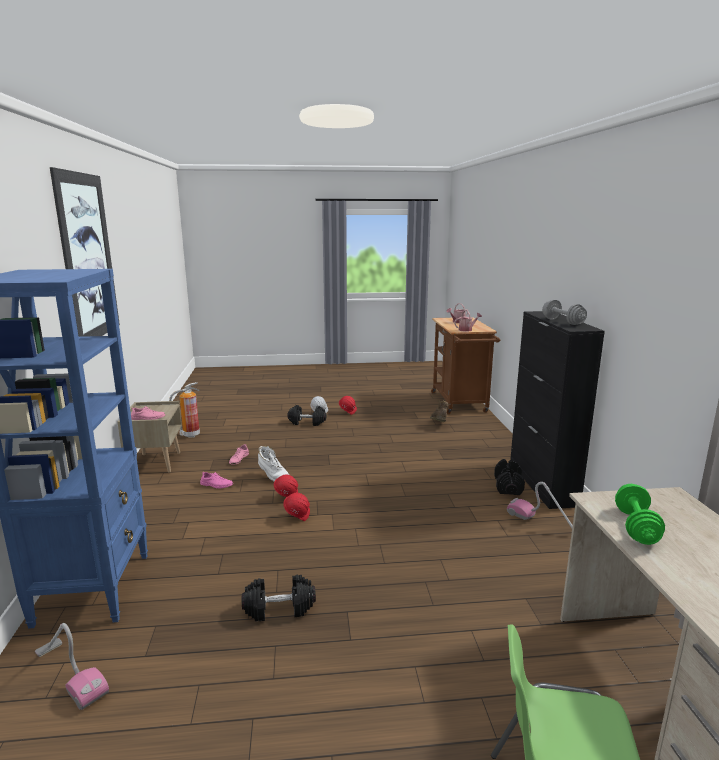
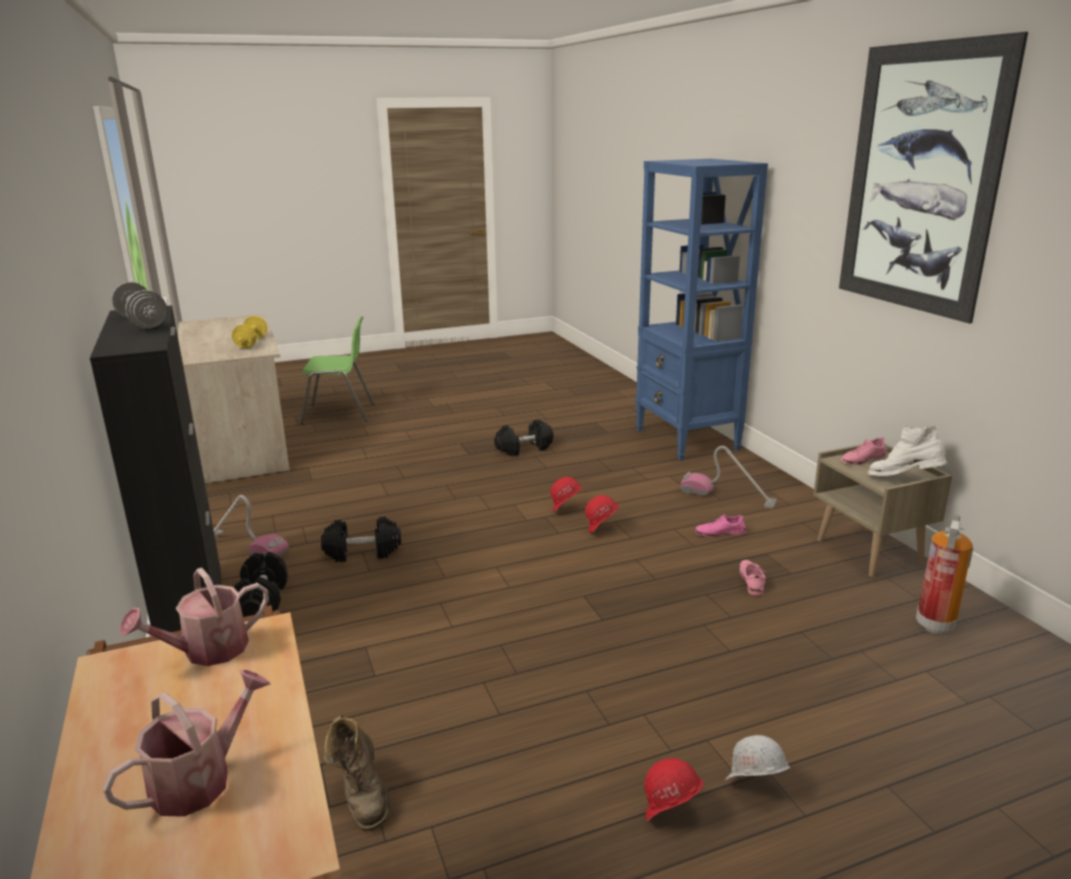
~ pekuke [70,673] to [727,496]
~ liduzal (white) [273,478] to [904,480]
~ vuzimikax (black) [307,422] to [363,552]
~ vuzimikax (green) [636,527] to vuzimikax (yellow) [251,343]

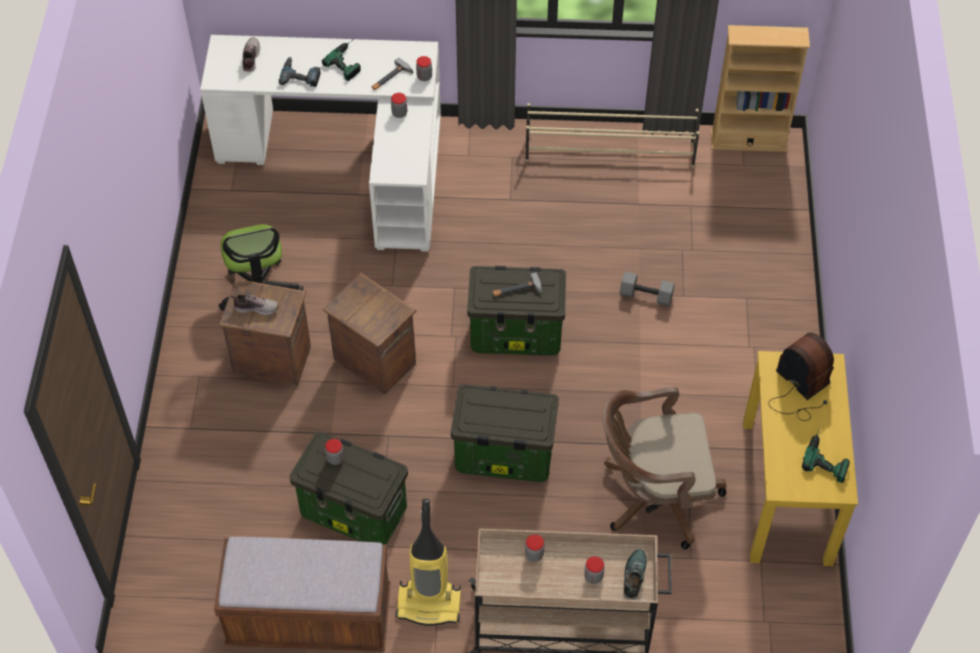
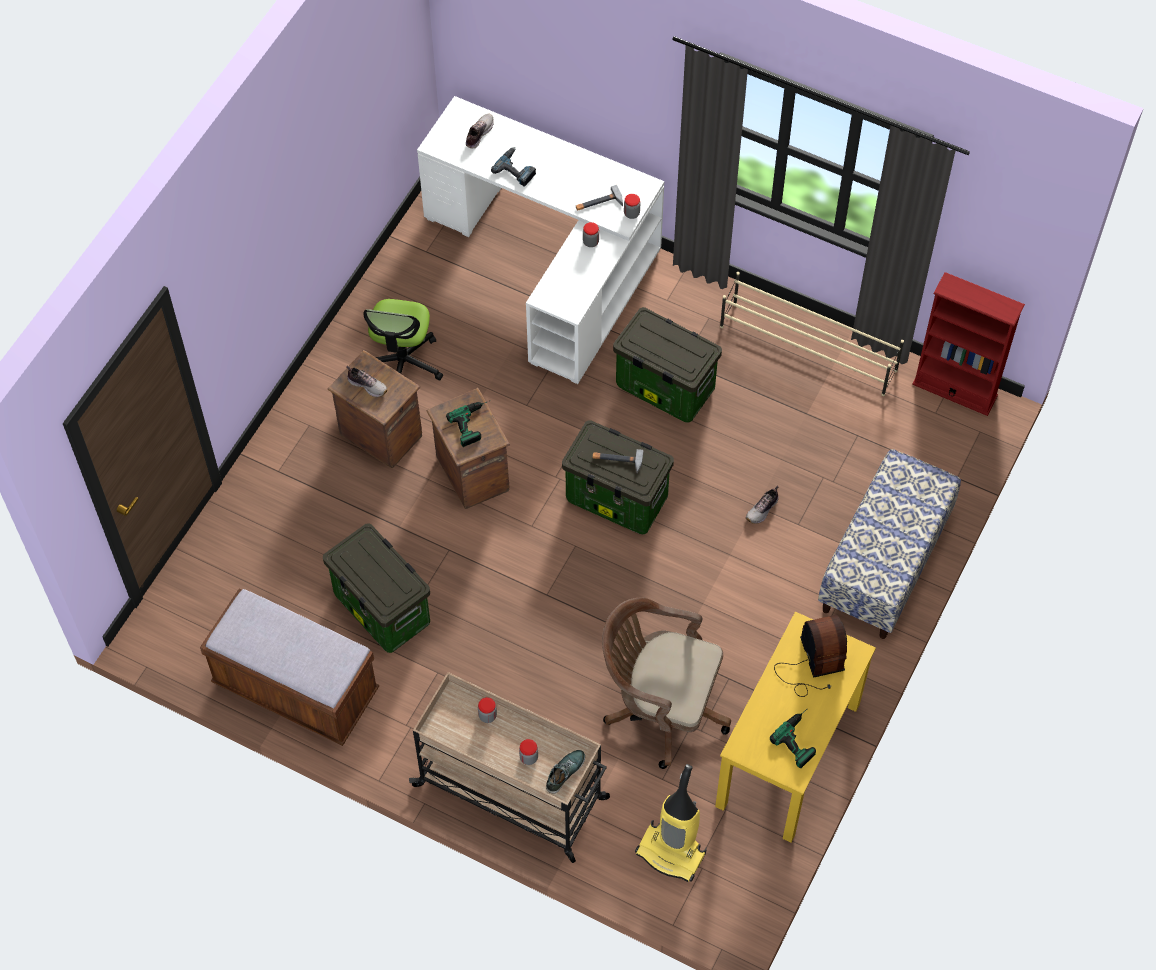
~ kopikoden [348,61] to [475,423]
- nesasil [335,458]
~ pekuke [430,603] to [672,852]
~ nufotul [502,456] to [663,388]
~ vuzimikax (grey) [646,295] to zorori [763,509]
~ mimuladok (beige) [748,141] to mimuladok (red) [955,389]
+ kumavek [884,564]

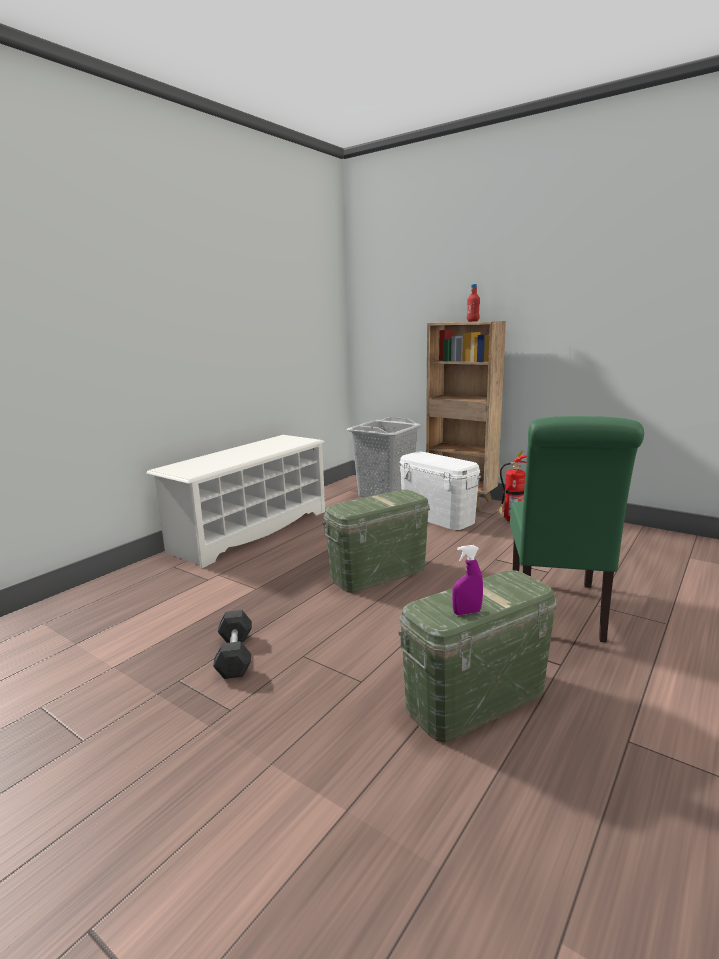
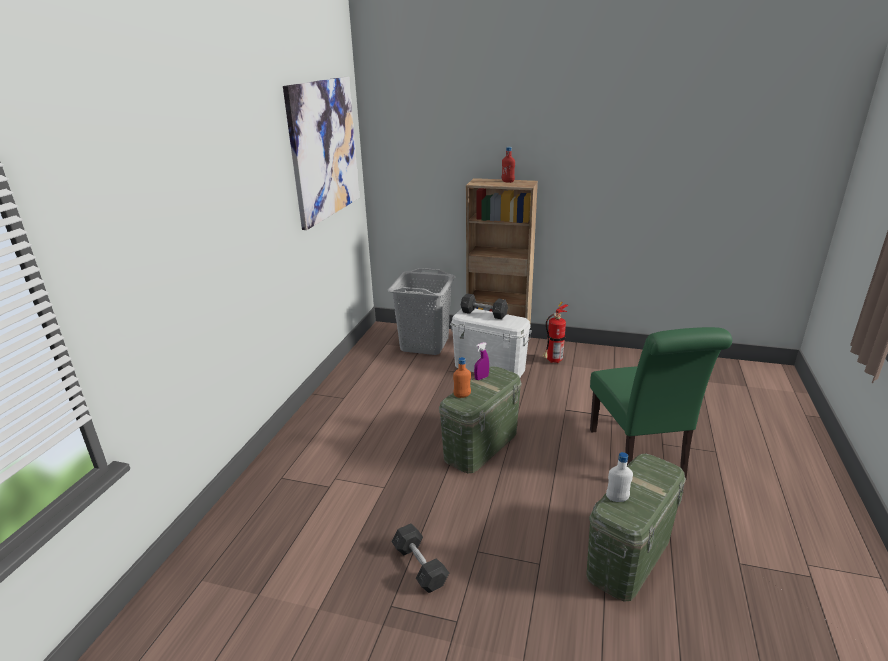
- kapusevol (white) [251,530]
~ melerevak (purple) [467,612] to [481,378]
+ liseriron [324,149]
+ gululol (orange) [462,396]
+ vuzimikax (grey) [484,314]
+ gululol (white) [617,499]

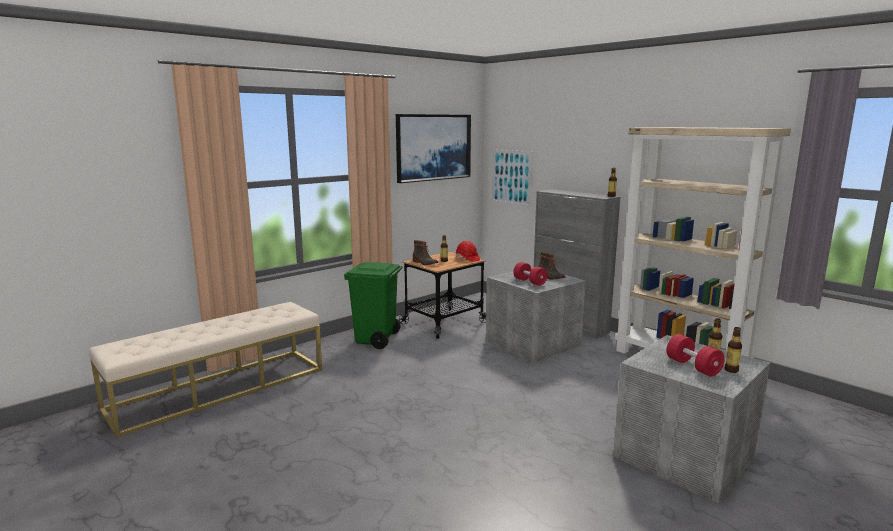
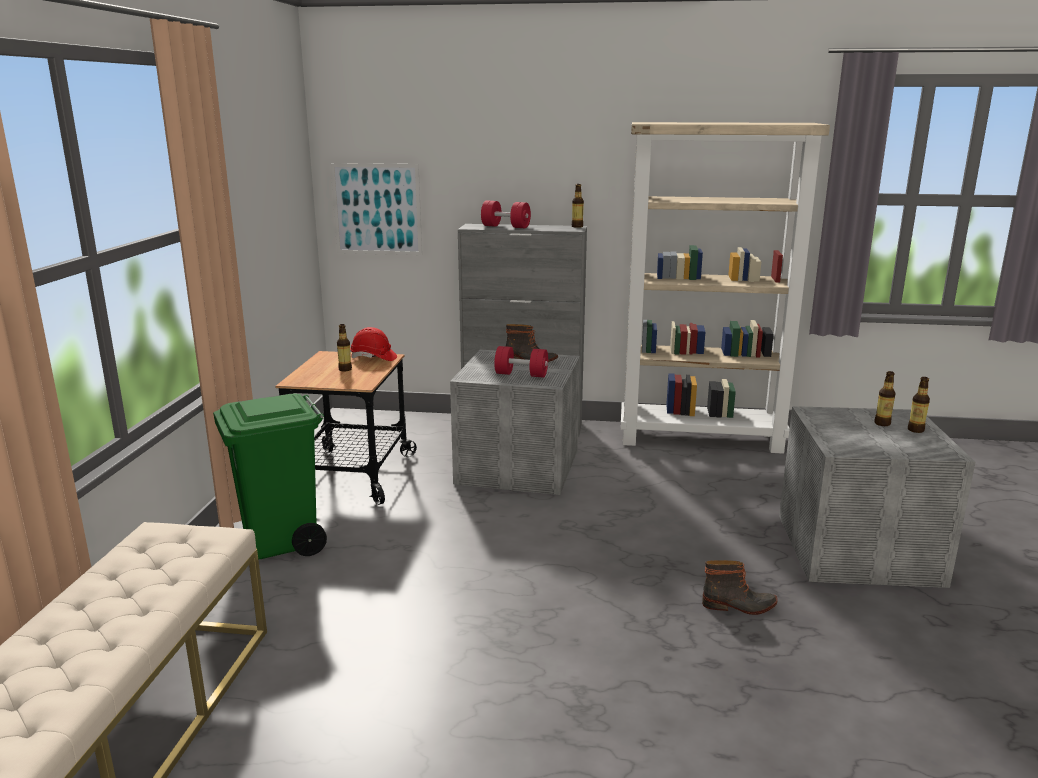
- liseriron [433,147]
~ liduzal [424,263] to [739,606]
~ vuzimikax (red) [693,367] to [505,227]

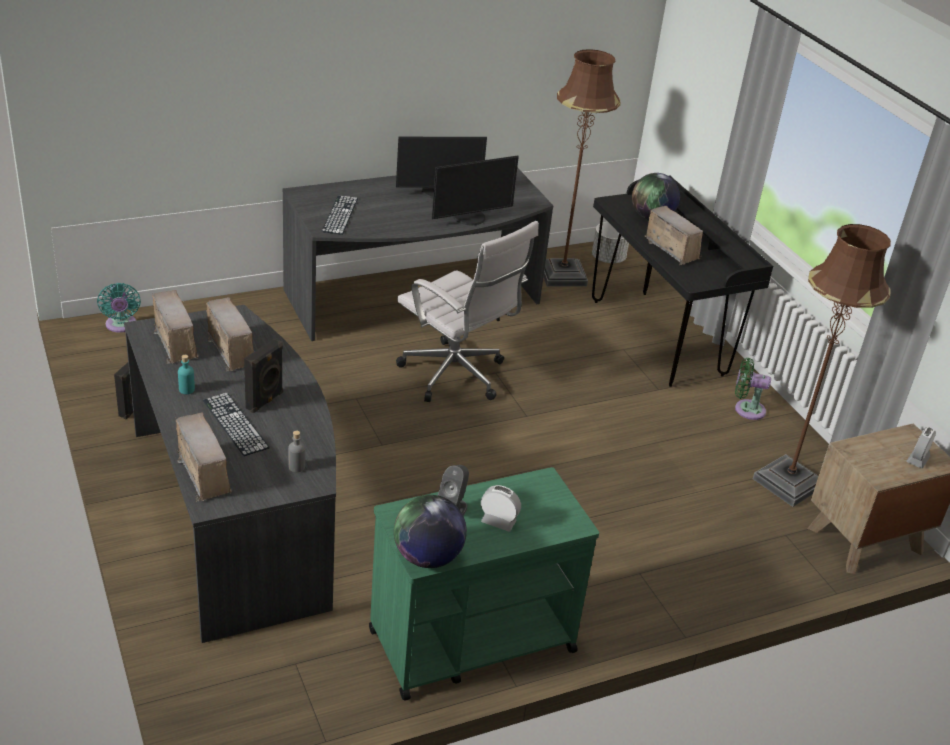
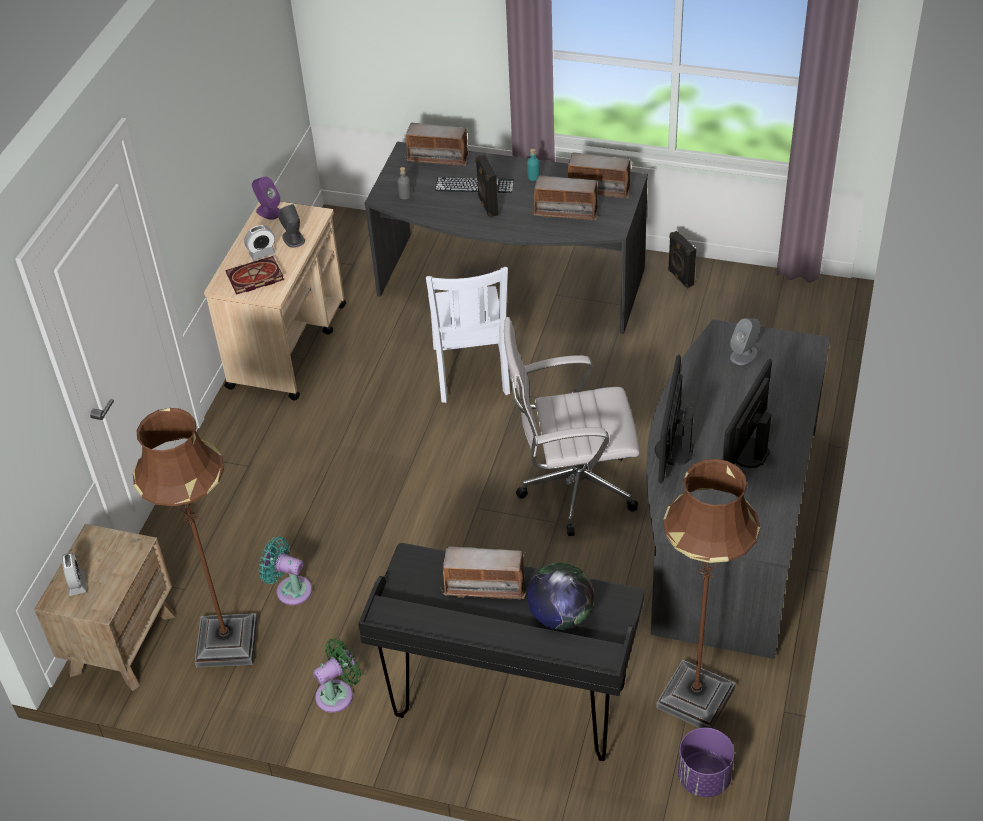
~ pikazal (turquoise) [121,326] to [290,589]
~ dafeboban [340,215] to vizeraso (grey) [744,354]
~ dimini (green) [470,640] to dimini (beige) [288,345]
~ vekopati [427,557] to vizeraso (purple) [268,211]
~ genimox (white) [608,259] to genimox (purple) [704,778]
+ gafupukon [254,278]
+ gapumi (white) [471,372]

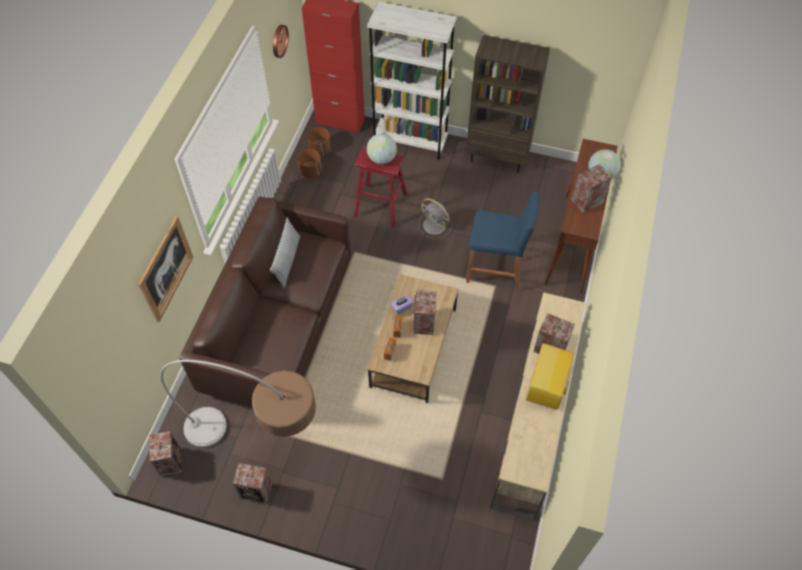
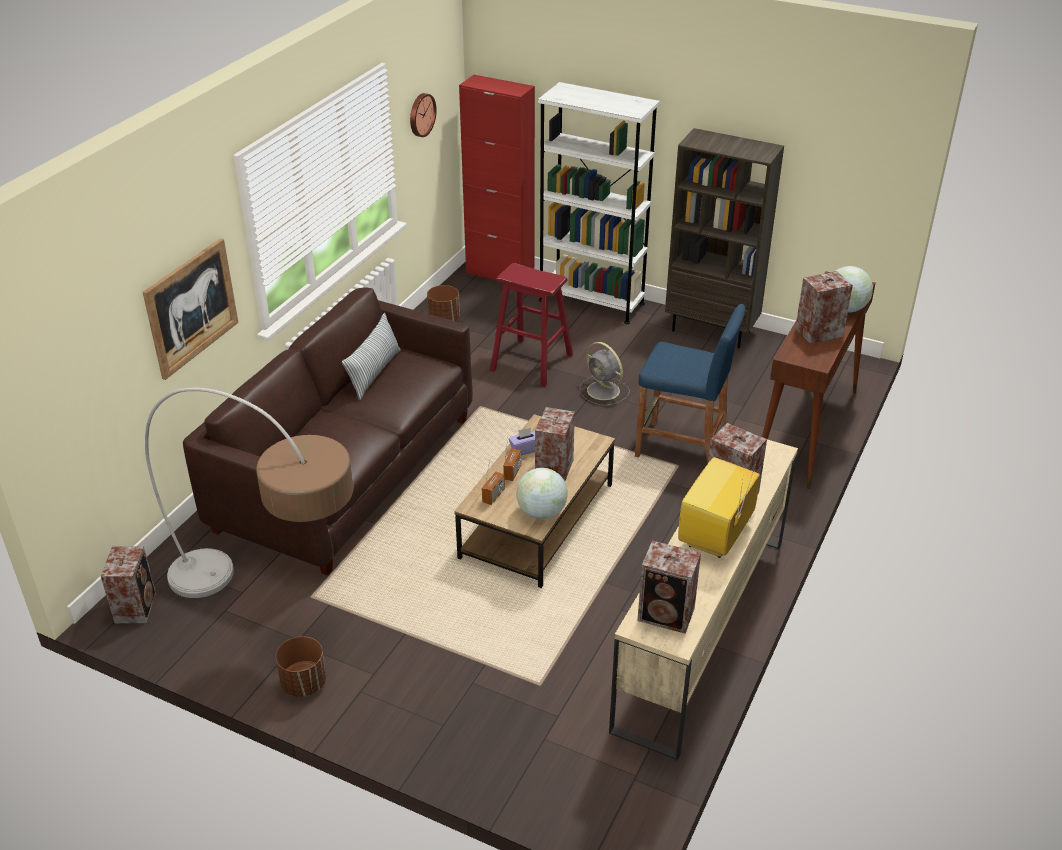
~ vizeraso [257,491] to [667,615]
~ genimox (brown) [320,150] to [304,683]
~ vekopati [382,159] to [541,512]

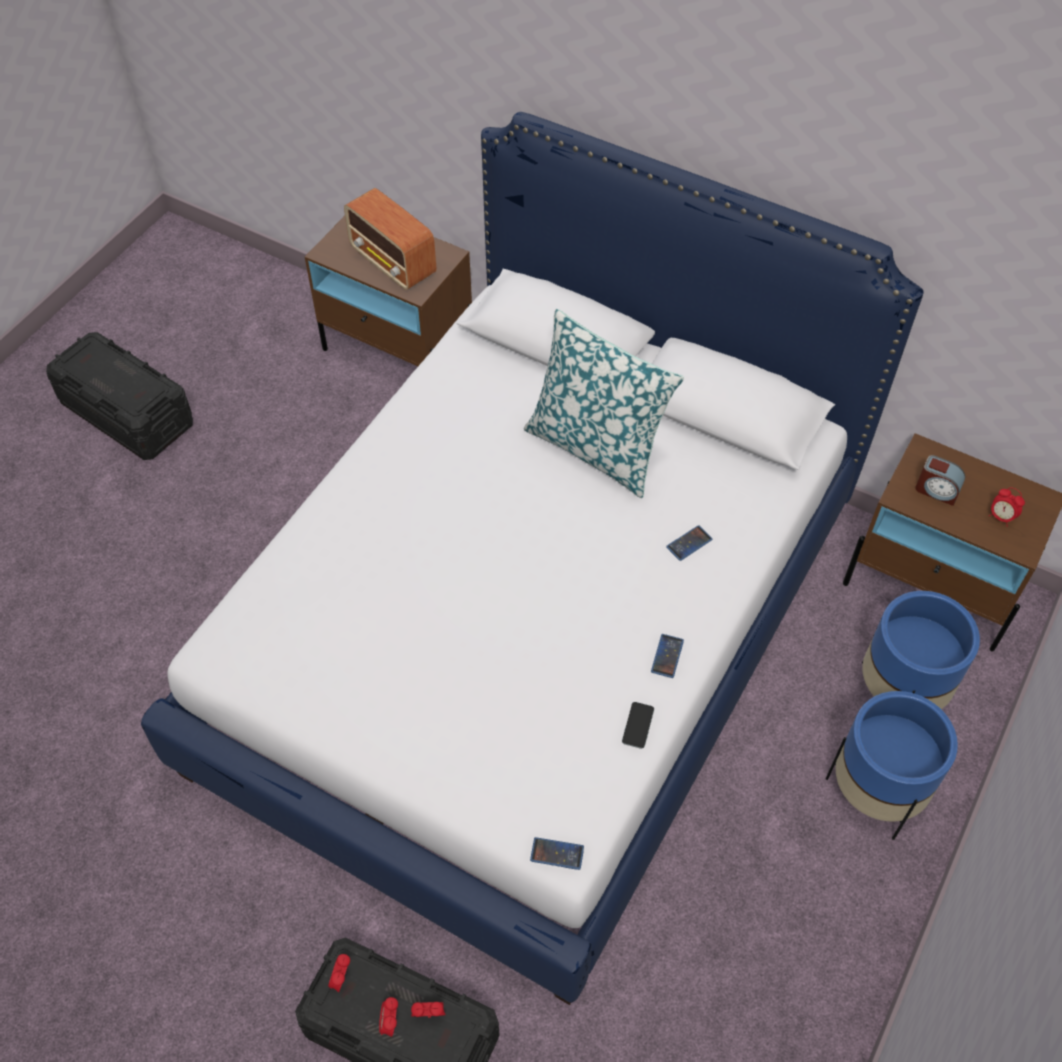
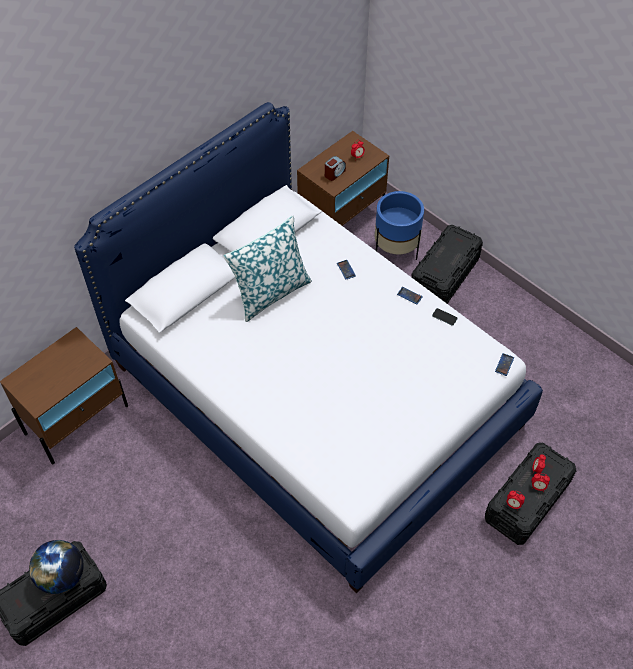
- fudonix [393,263]
~ genimox (blue) [874,793] to nufotul (black) [444,276]
+ vekopati [62,576]

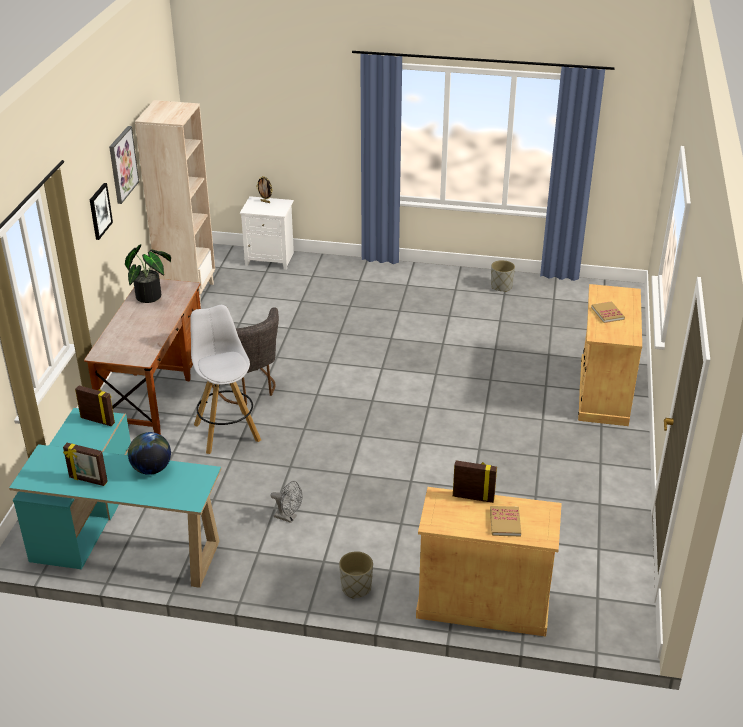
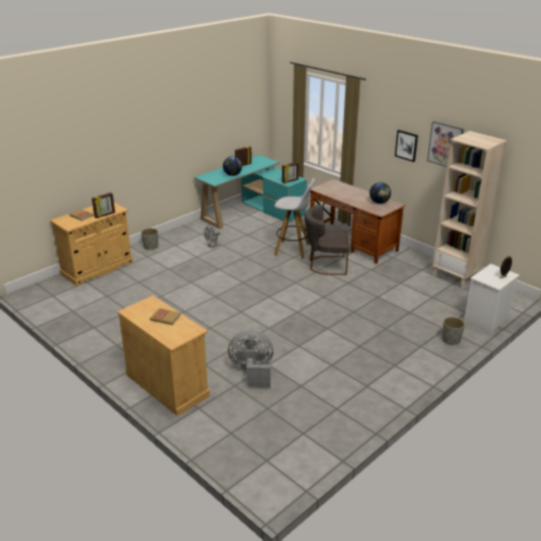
~ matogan [152,296] to vekopati [379,202]
~ genimox (grey) [501,287] to [451,340]
+ pikazal (grey) [252,372]

